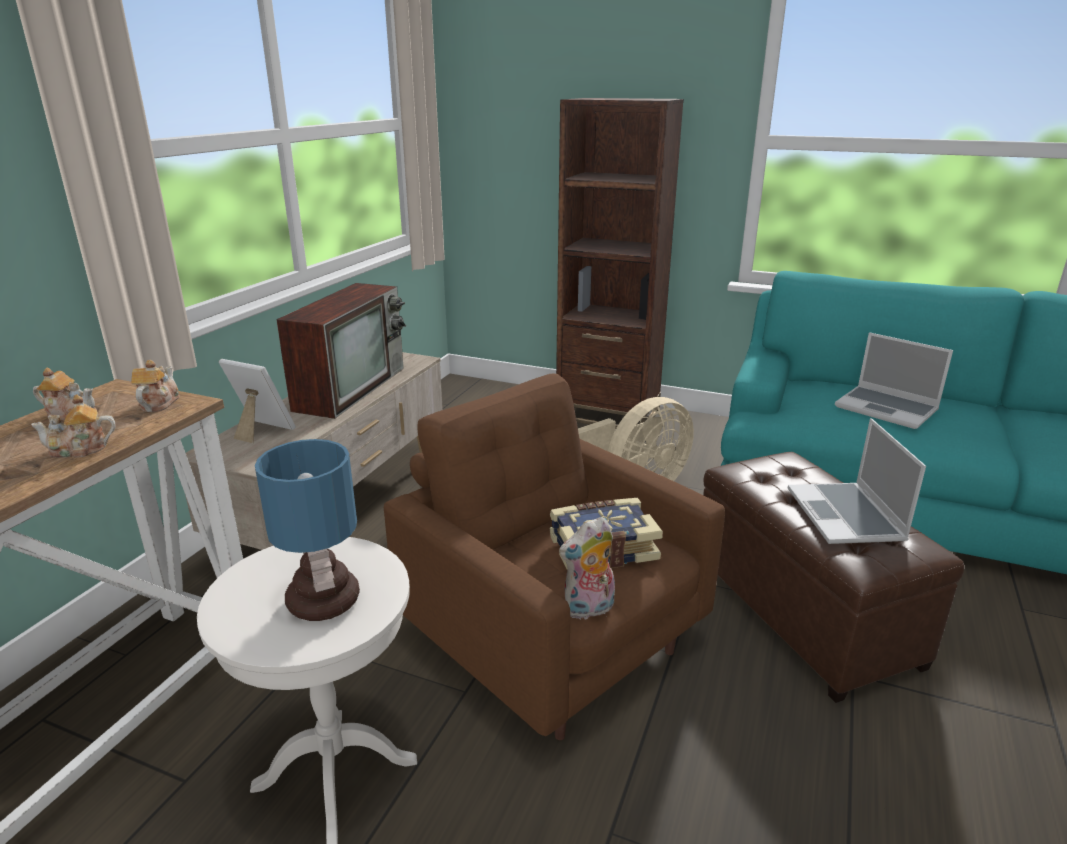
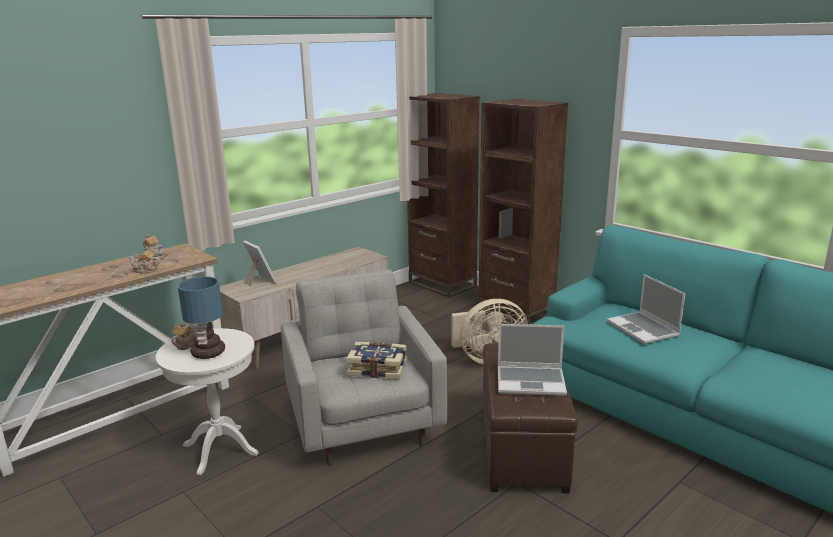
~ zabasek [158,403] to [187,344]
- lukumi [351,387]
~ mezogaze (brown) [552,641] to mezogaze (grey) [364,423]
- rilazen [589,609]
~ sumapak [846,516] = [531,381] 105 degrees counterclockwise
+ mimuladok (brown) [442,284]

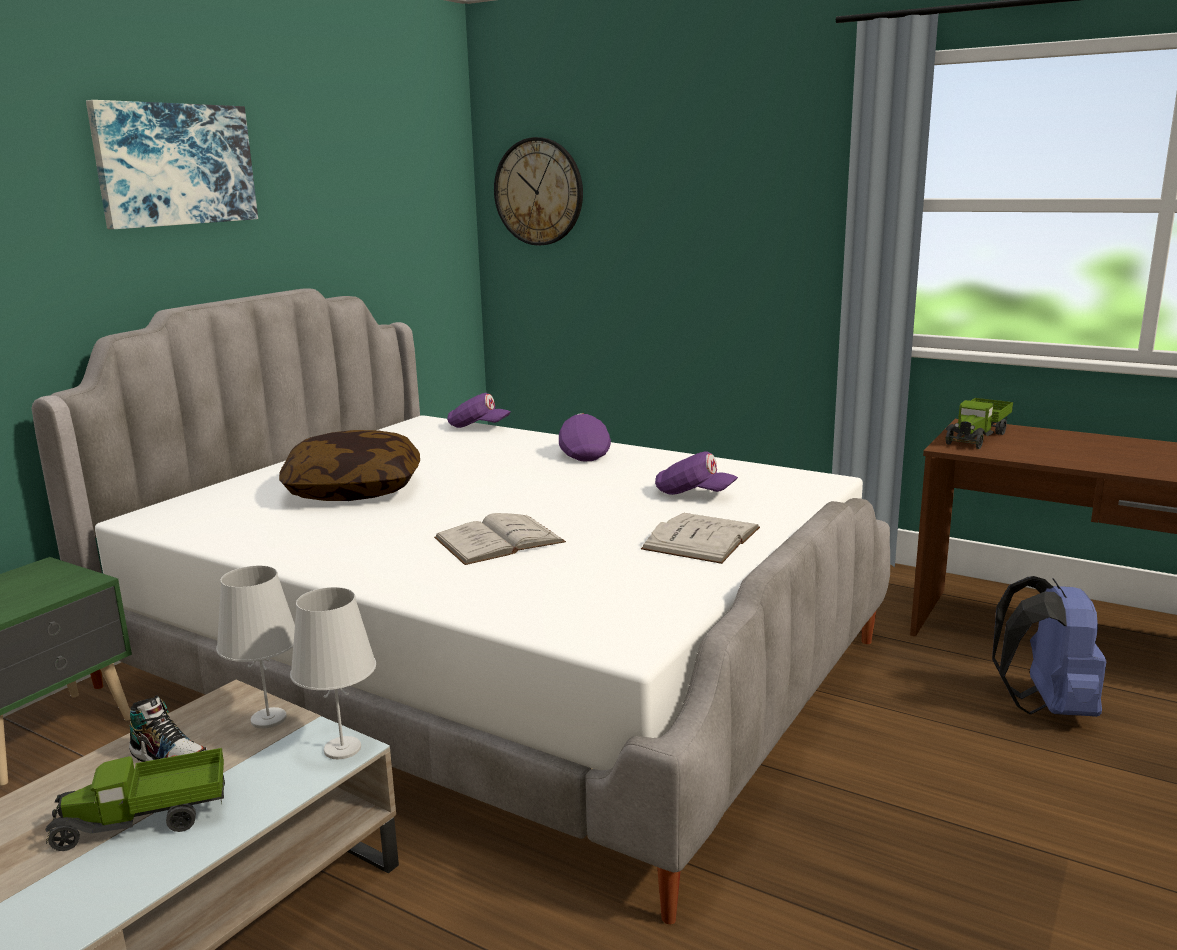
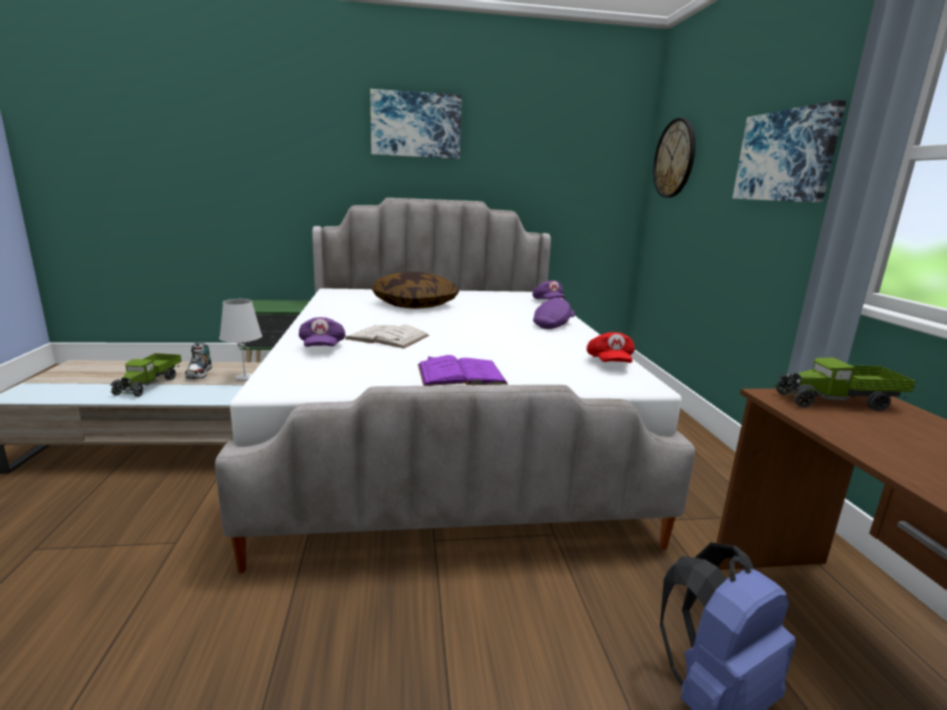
~ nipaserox [144,820] = [149,384] 120 degrees counterclockwise
- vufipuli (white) [343,748]
~ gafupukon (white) [701,538] to gafupukon (purple) [460,374]
~ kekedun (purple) [694,494] to [322,348]
+ kekedun (red) [609,363]
+ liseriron [786,156]

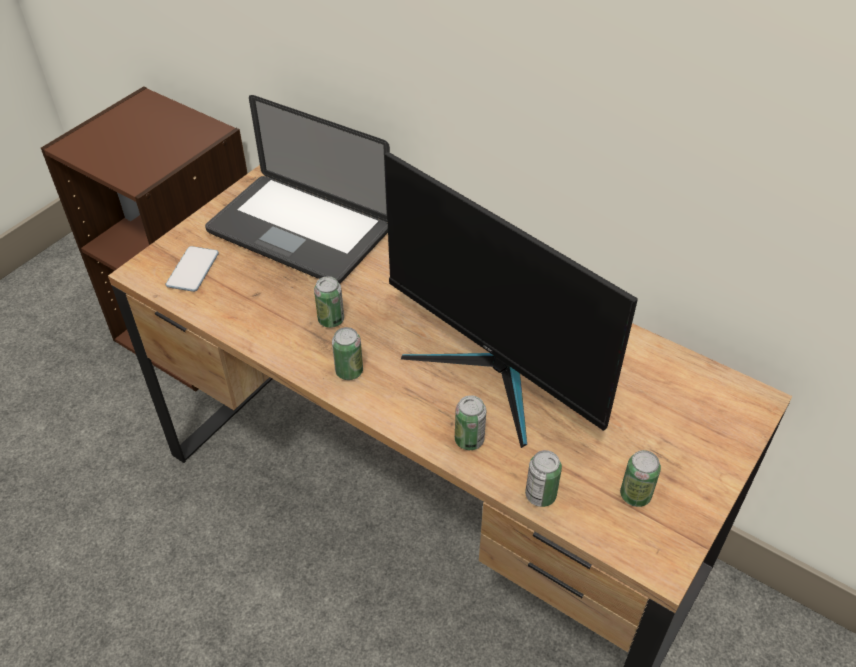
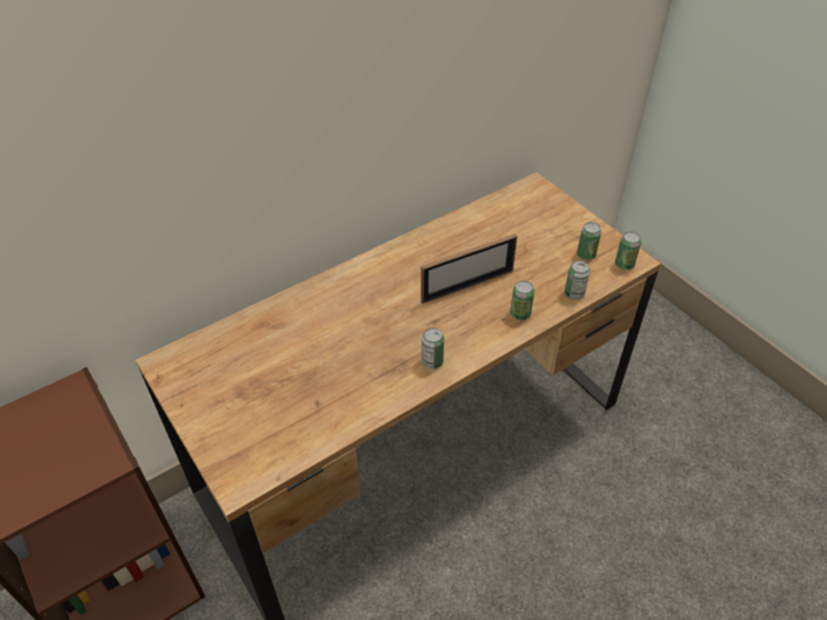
- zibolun [193,270]
- sumapak [299,231]
~ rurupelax [331,320] to [624,264]
~ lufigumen [494,373] to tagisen [467,286]

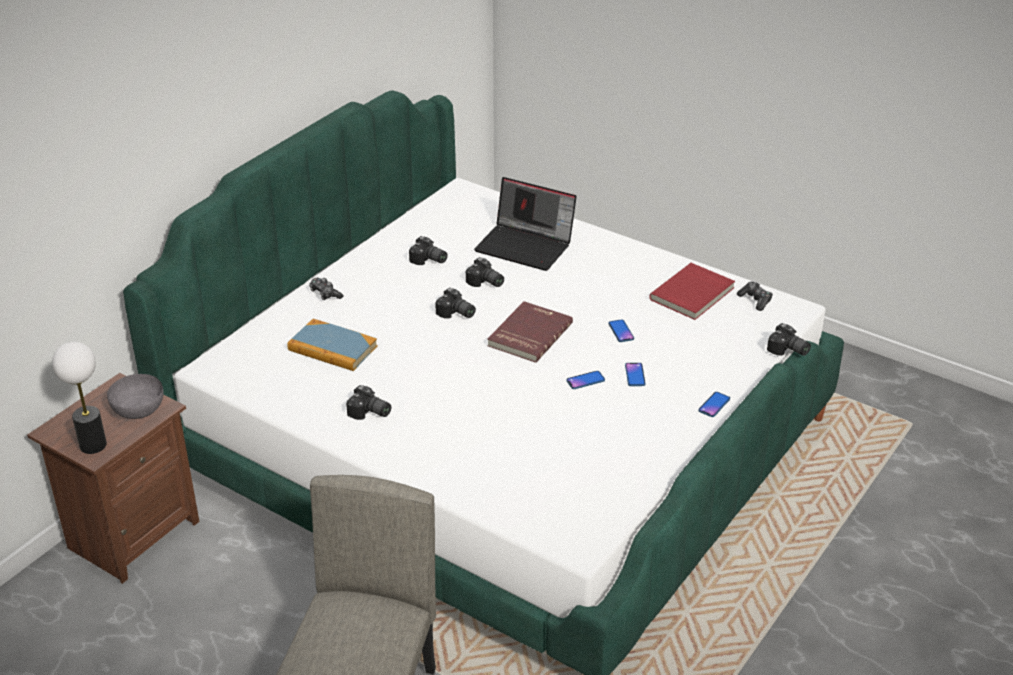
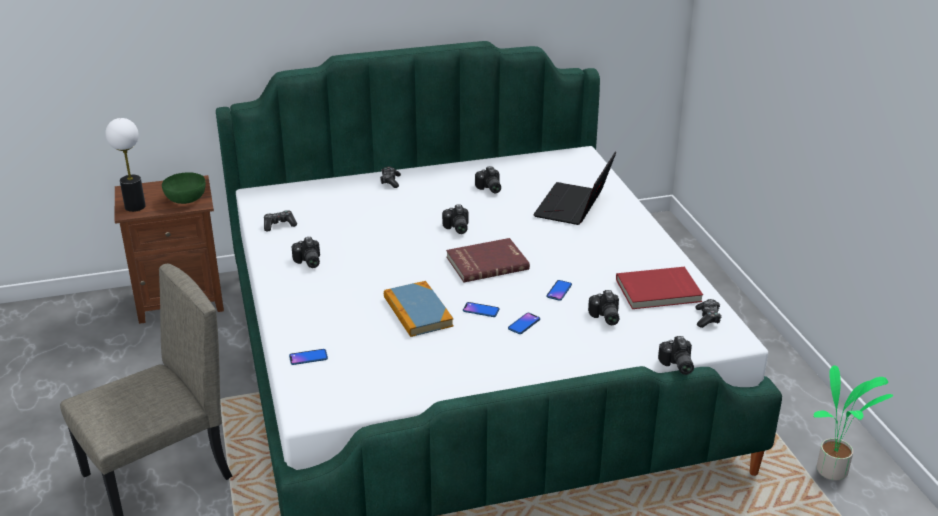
~ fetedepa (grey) [139,409] to fetedepa (green) [186,199]
~ gafupukon [332,348] to [417,312]
~ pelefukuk [485,283] to [604,317]
~ sumapak [526,246] = [574,206] 45 degrees clockwise
~ zibolun [714,405] to [308,357]
+ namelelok [279,225]
+ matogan [834,472]

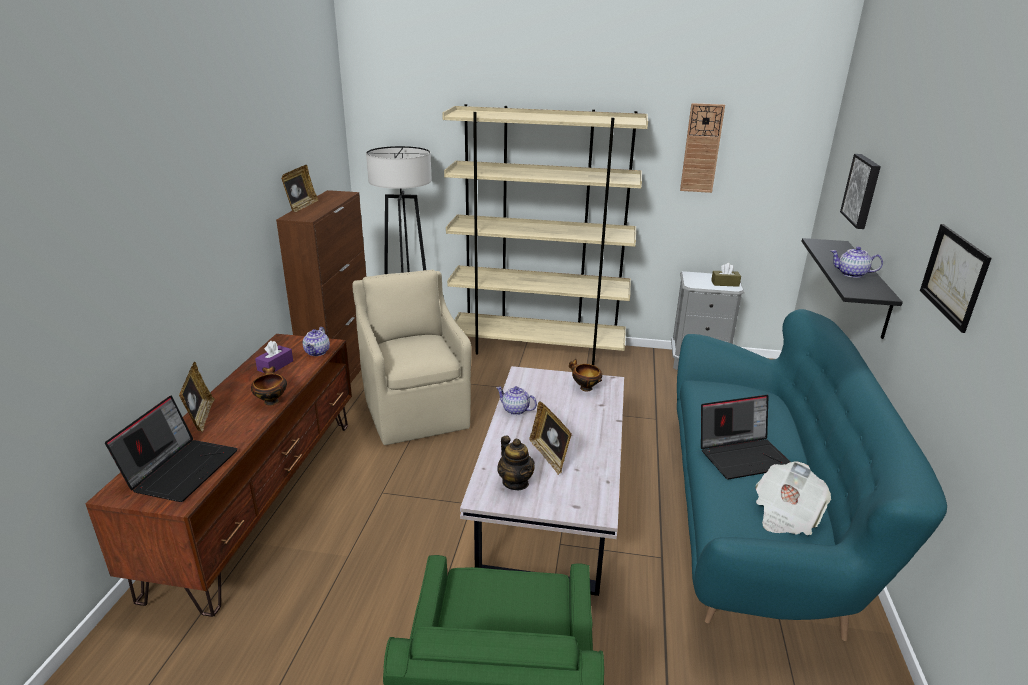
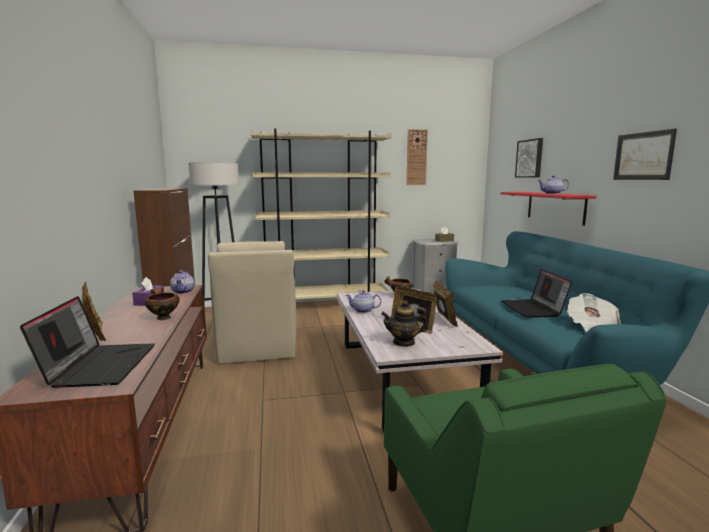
~ tagisen [301,206] to [443,320]
~ mezogaze (beige) [416,411] = [257,348] 150 degrees counterclockwise
~ zabasek [515,482] = [404,342] 135 degrees clockwise
~ sumapak [743,455] = [533,309] 120 degrees clockwise
~ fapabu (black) [866,288] to fapabu (red) [555,207]

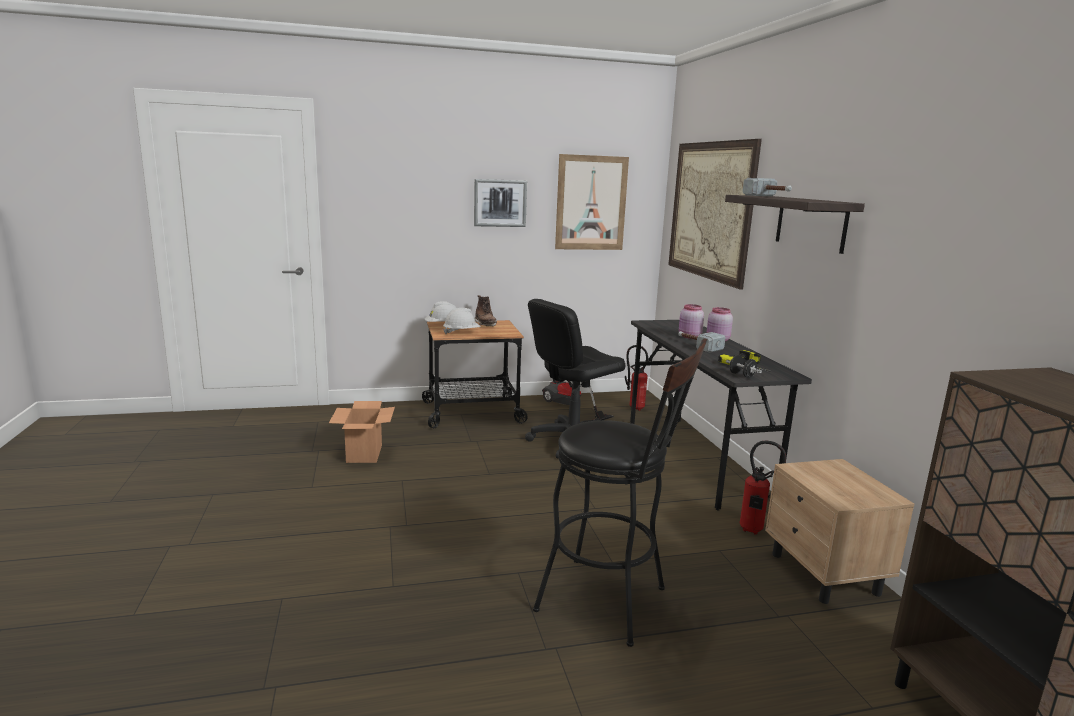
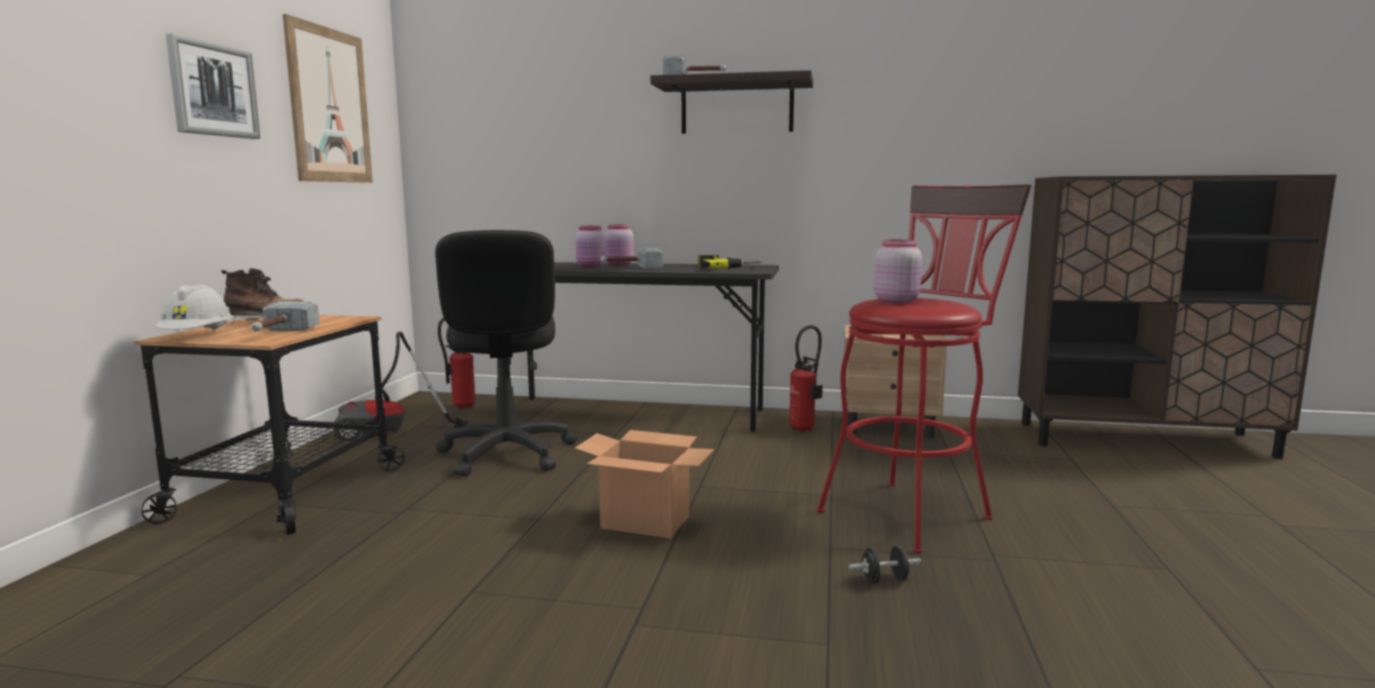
~ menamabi [364,454] to [646,522]
~ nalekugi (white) [461,333] to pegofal [279,333]
~ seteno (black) [612,602] to seteno (red) [911,511]
- liseriron [710,210]
~ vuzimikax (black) [741,375] to [884,580]
+ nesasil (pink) [895,301]

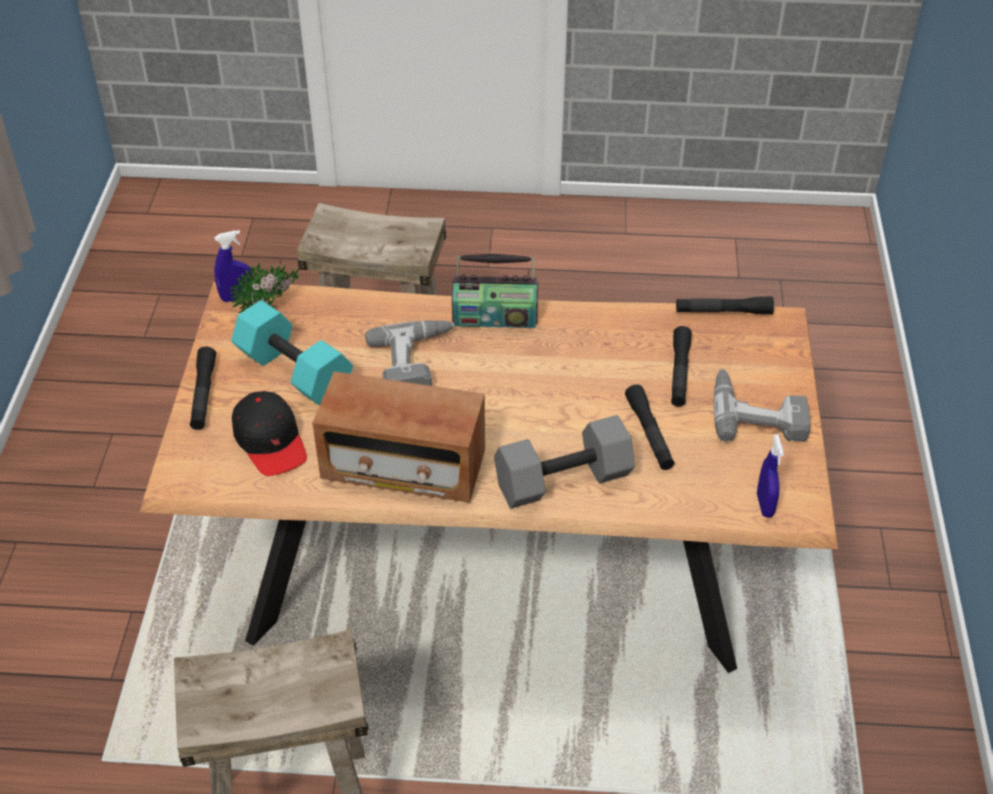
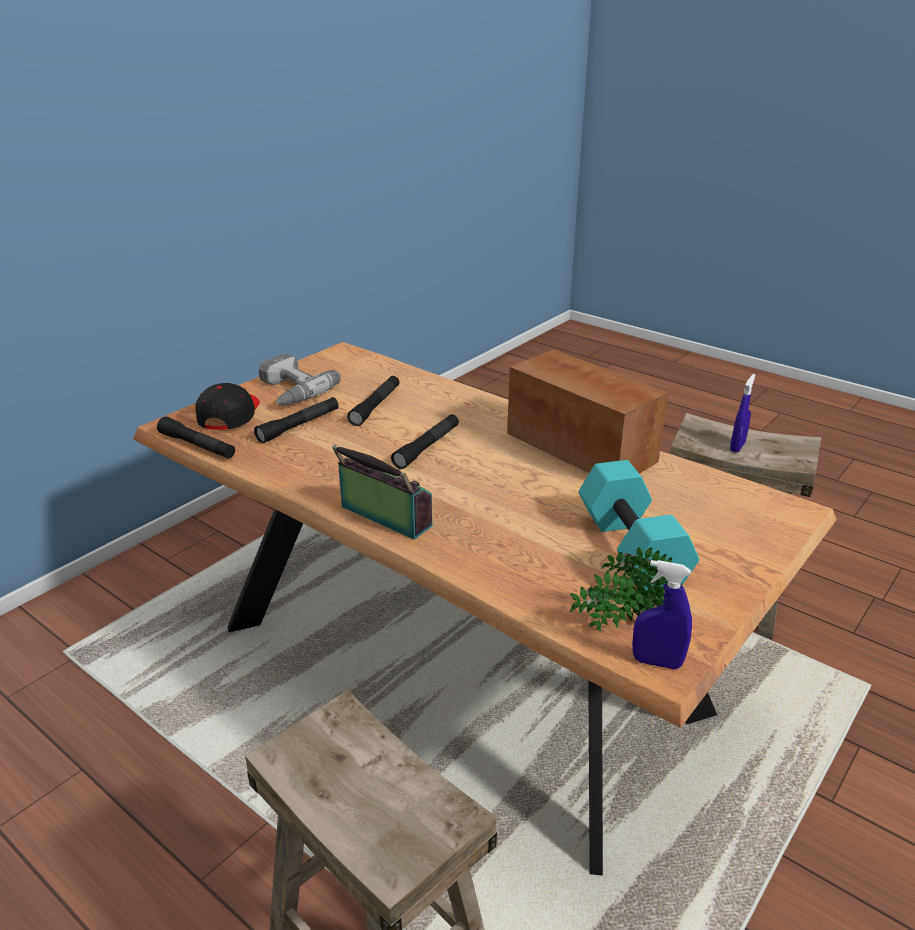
~ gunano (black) [203,394] to [427,447]
~ kekedun (black) [271,441] to [229,415]
- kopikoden [416,363]
- vuzimikax (grey) [563,478]
~ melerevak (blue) [764,505] to [737,447]

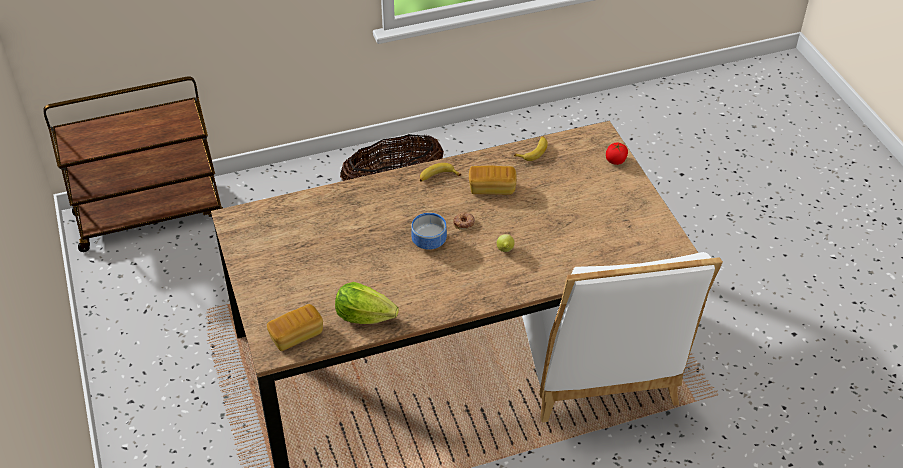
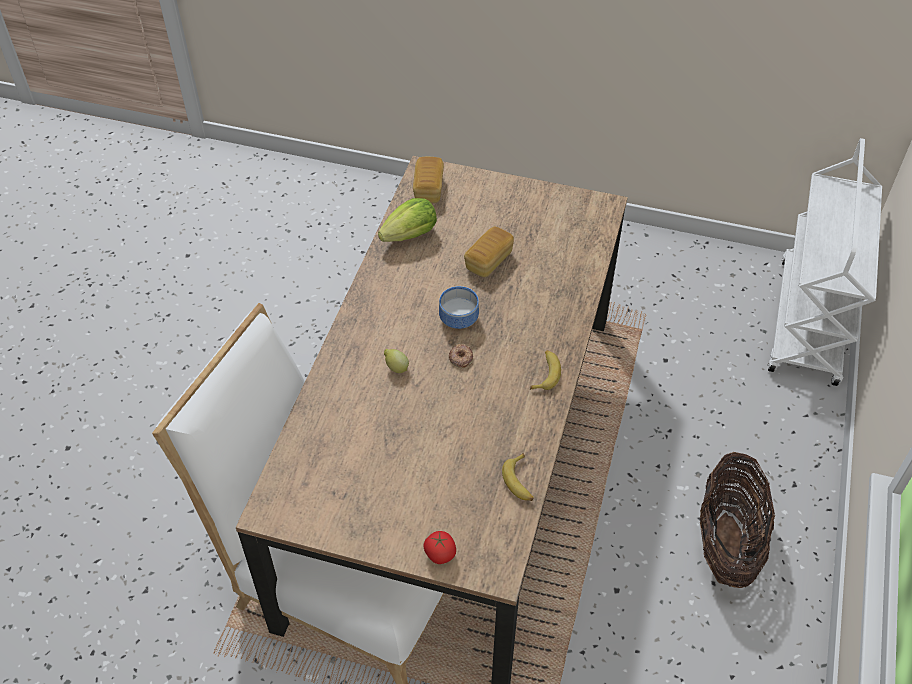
~ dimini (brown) [150,215] to dimini (white) [808,323]
~ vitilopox [492,188] to [488,261]

